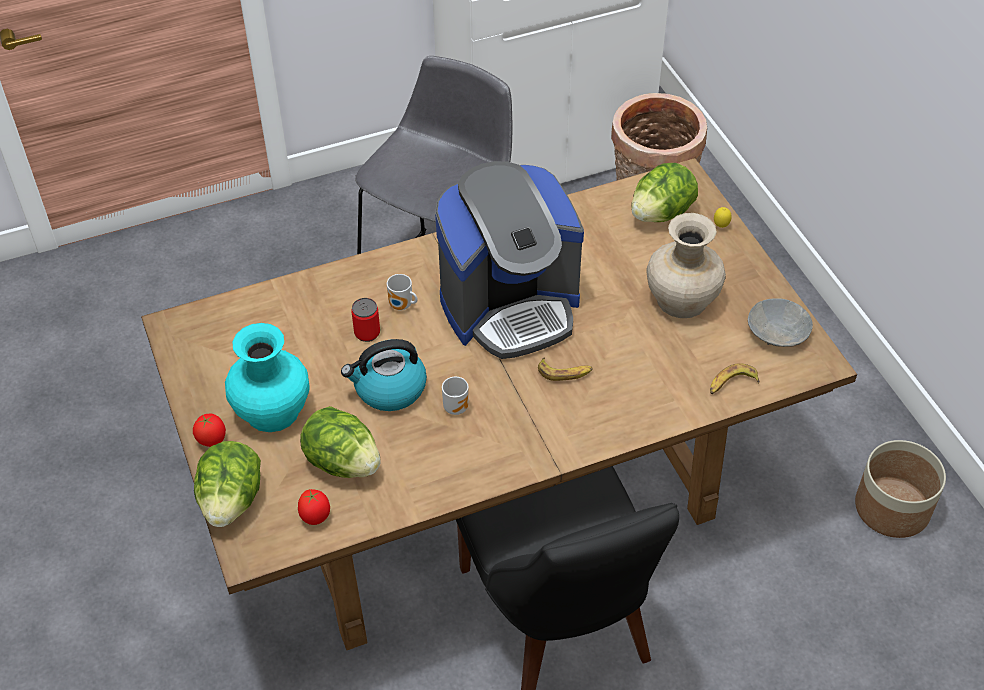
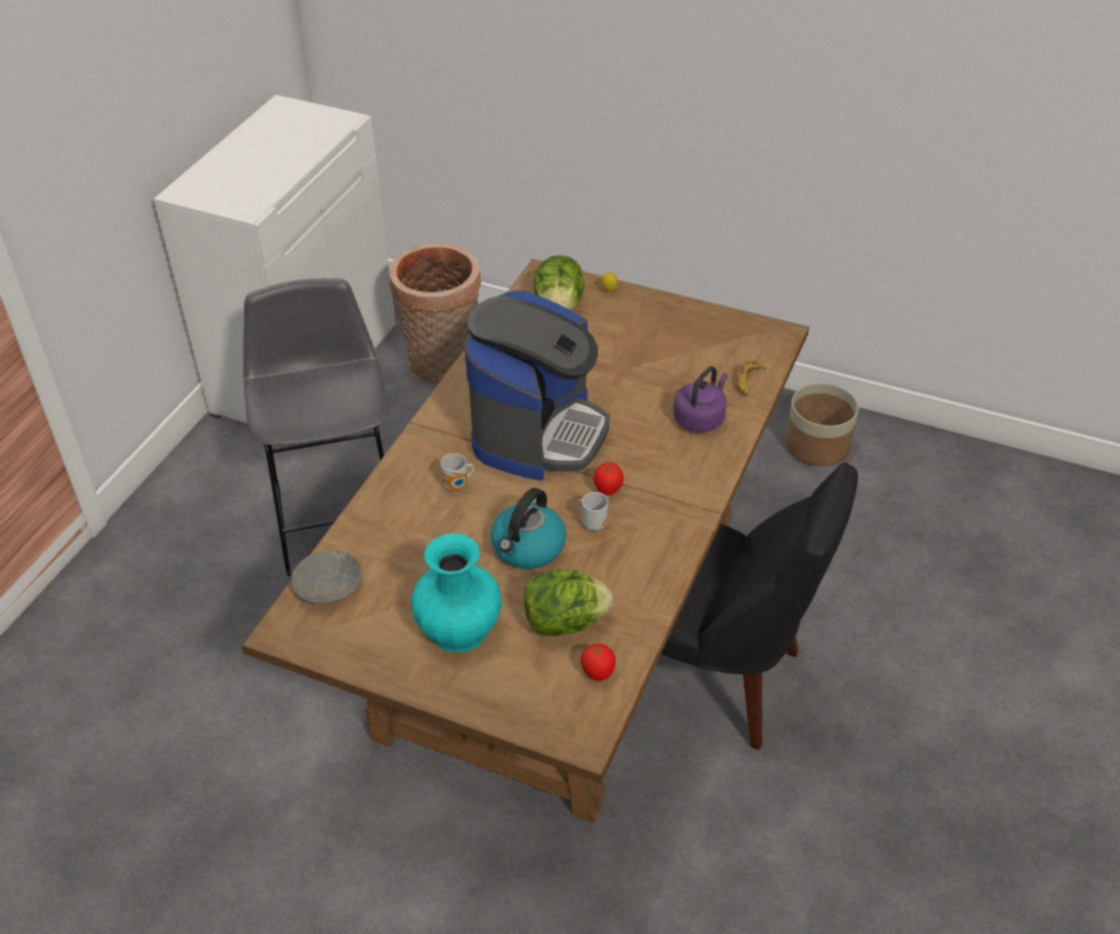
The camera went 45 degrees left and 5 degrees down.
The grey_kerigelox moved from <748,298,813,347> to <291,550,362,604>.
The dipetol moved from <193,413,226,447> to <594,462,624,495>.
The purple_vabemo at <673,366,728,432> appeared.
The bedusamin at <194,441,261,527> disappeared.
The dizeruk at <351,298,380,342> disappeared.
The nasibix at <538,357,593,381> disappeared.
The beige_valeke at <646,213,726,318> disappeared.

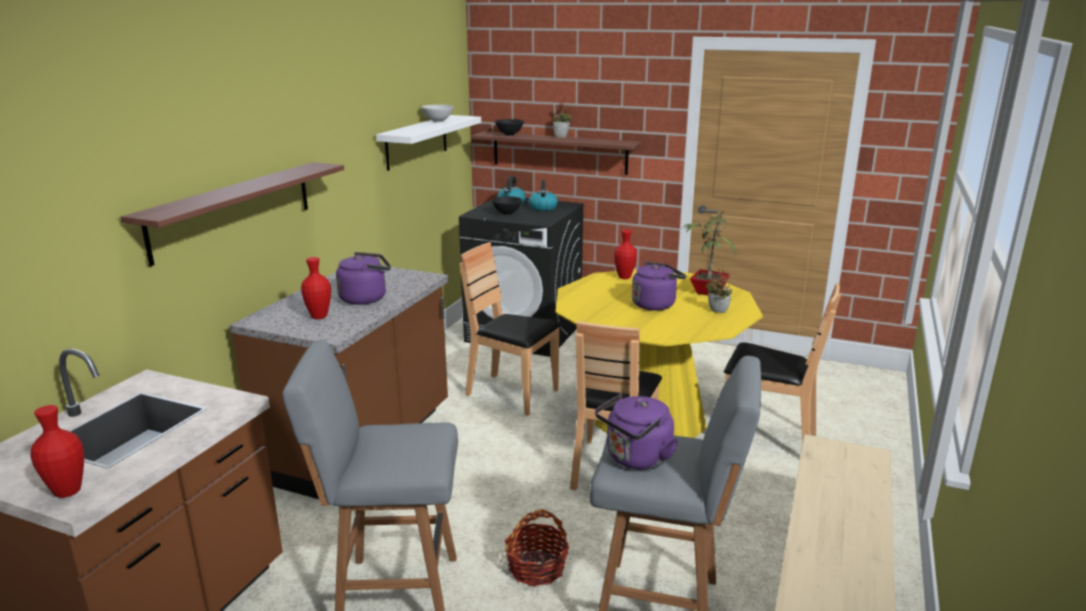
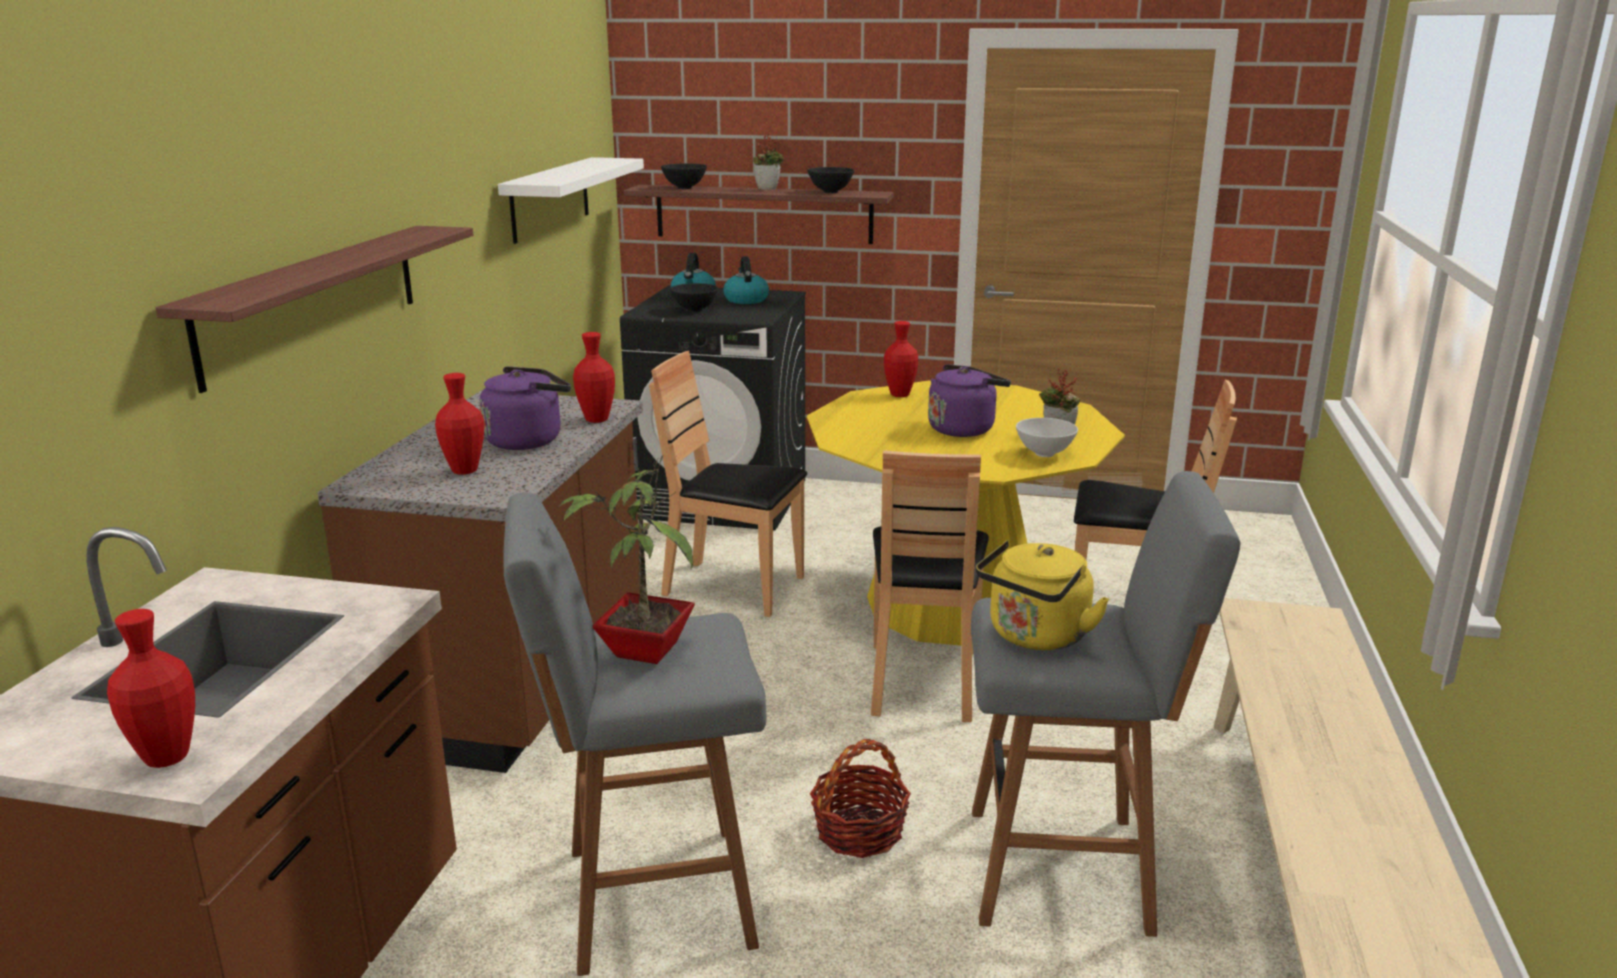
The camera went 10 degrees left and 0 degrees up.
The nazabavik moved from <682,211,736,295> to <557,455,695,664>.
The red_valeke at <573,332,615,423> appeared.
The black_kerigelox at <807,167,854,193> appeared.
The purple_vabemo at <595,393,678,470> became the yellow_vabemo at <976,540,1109,650>.
The white_kerigelox moved from <421,105,453,123> to <1016,418,1078,457>.

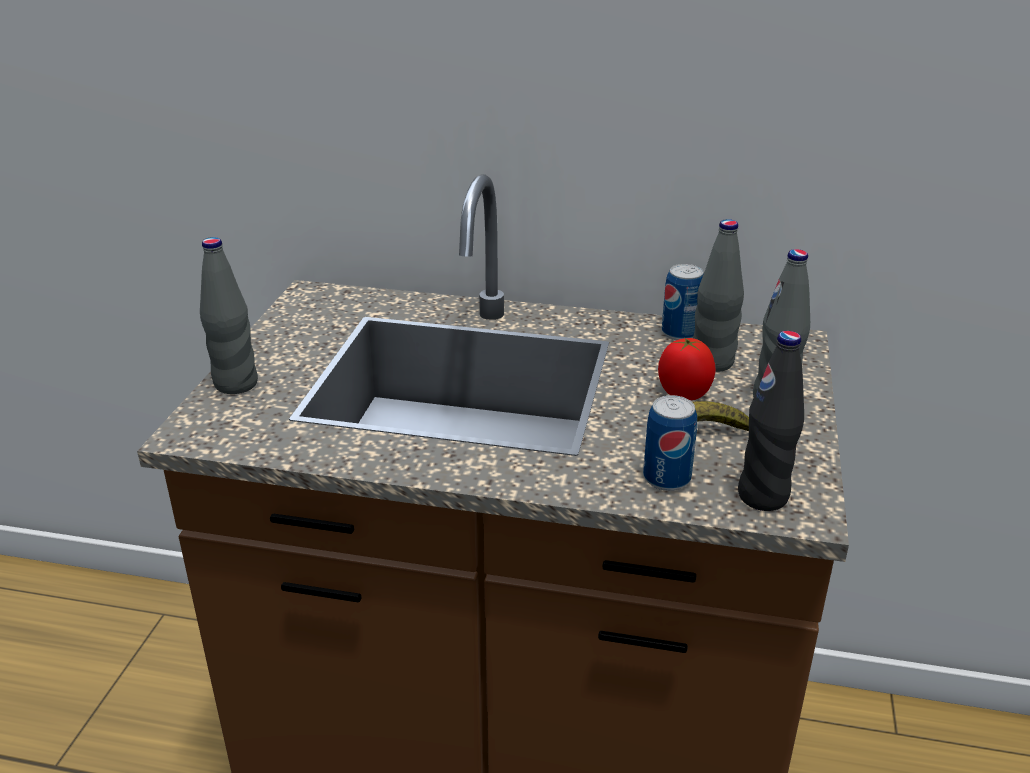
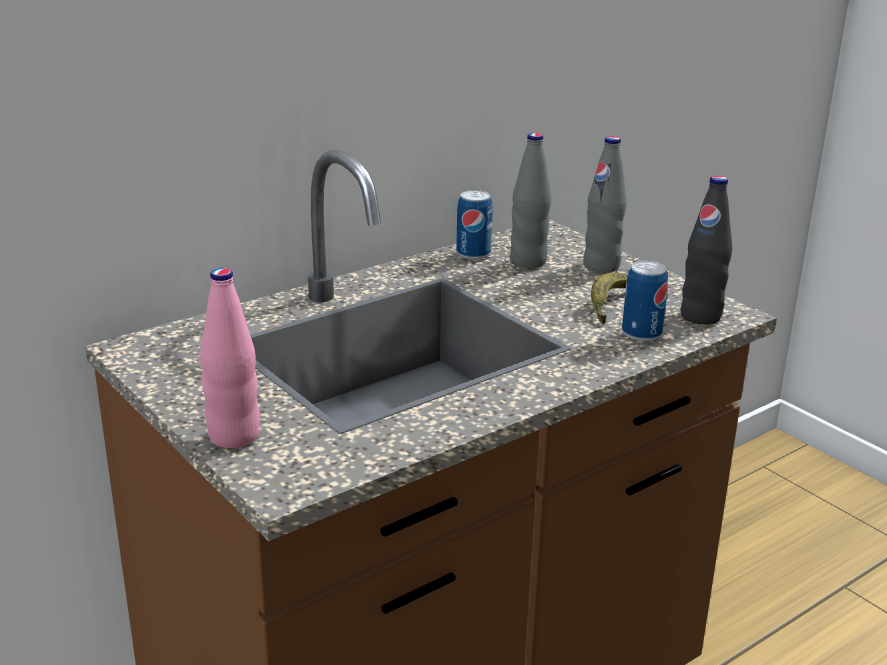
The camera went 50 degrees left and 5 degrees down.
The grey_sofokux at <200,237,258,394> became the pink_sofokux at <200,268,260,448>.
The dipetol at <658,338,716,400> disappeared.

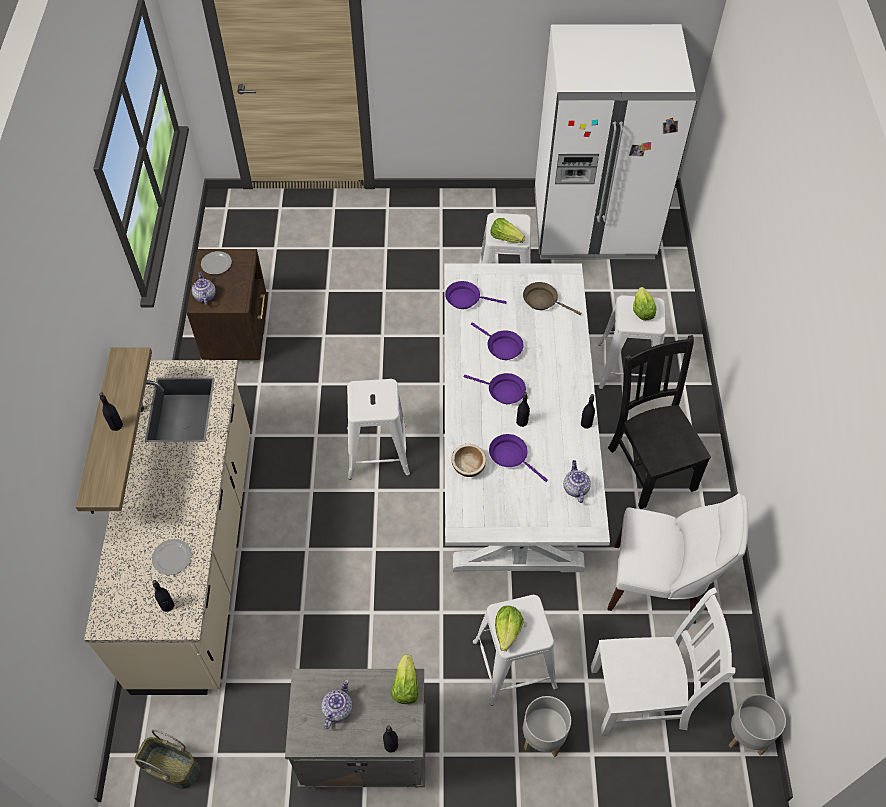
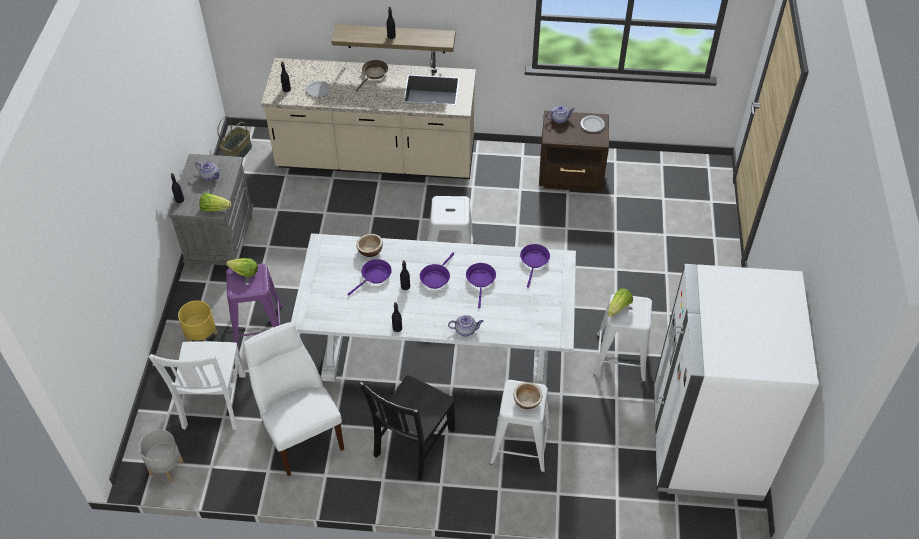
The camera went 95 degrees right and 5 degrees down.
The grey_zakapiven at <523,696,571,757> became the yellow_zakapiven at <178,300,218,342>.
The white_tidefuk at <473,595,558,706> became the purple_tidefuk at <226,264,283,346>.
The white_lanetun at <608,494,749,624> turned 135 degrees clockwise.
The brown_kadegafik moved from <523,282,581,315> to <356,60,388,91>.
The black_lanetun at <608,335,711,509> turned 135 degrees clockwise.
The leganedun moved from <563,460,591,503> to <448,315,483,336>.
The purple_kadegafik at <471,322,524,360> turned 135 degrees clockwise.
The bedusamin at <633,287,656,320> was replaced by the kerigelox at <514,382,542,409>.

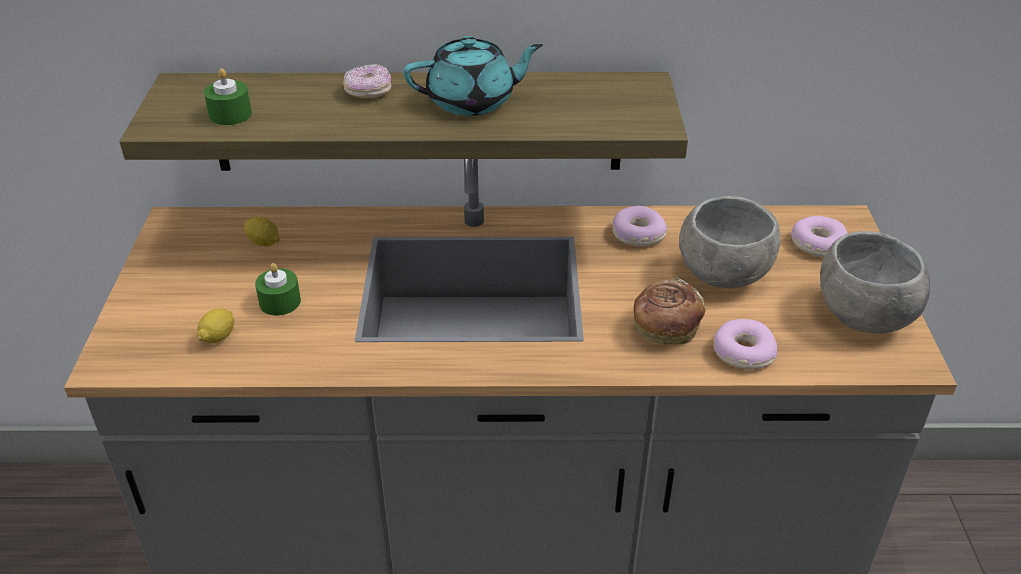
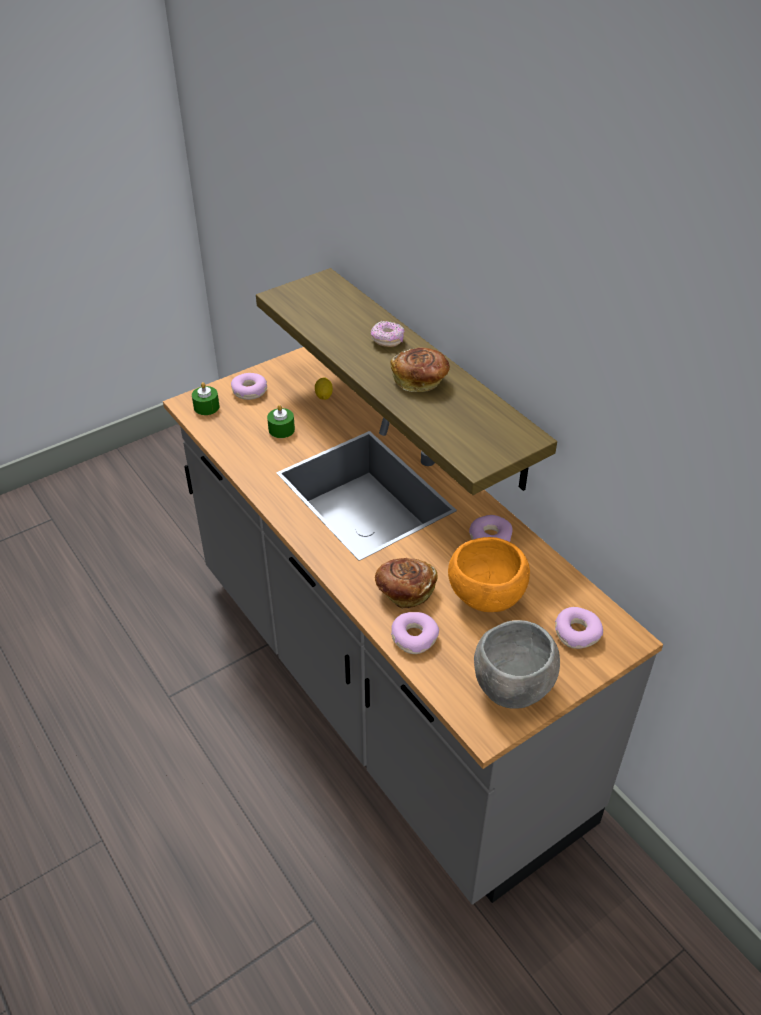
The camera went 55 degrees right and 5 degrees up.
The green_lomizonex moved from <204,69,252,125> to <192,382,220,415>.
The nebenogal at <231,373,267,400> appeared.
The turquoise_leganedun at <403,36,543,116> was replaced by the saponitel at <391,348,450,392>.
The grey_kerigelox at <679,196,781,288> became the orange_kerigelox at <448,537,530,612>.
The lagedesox at <197,309,234,343> disappeared.

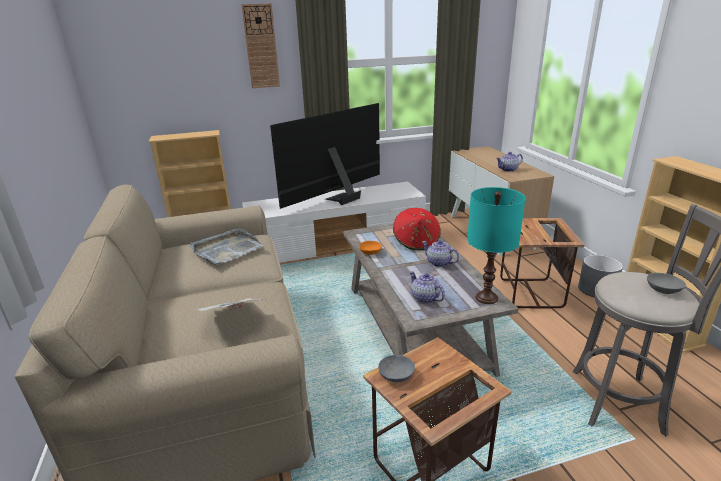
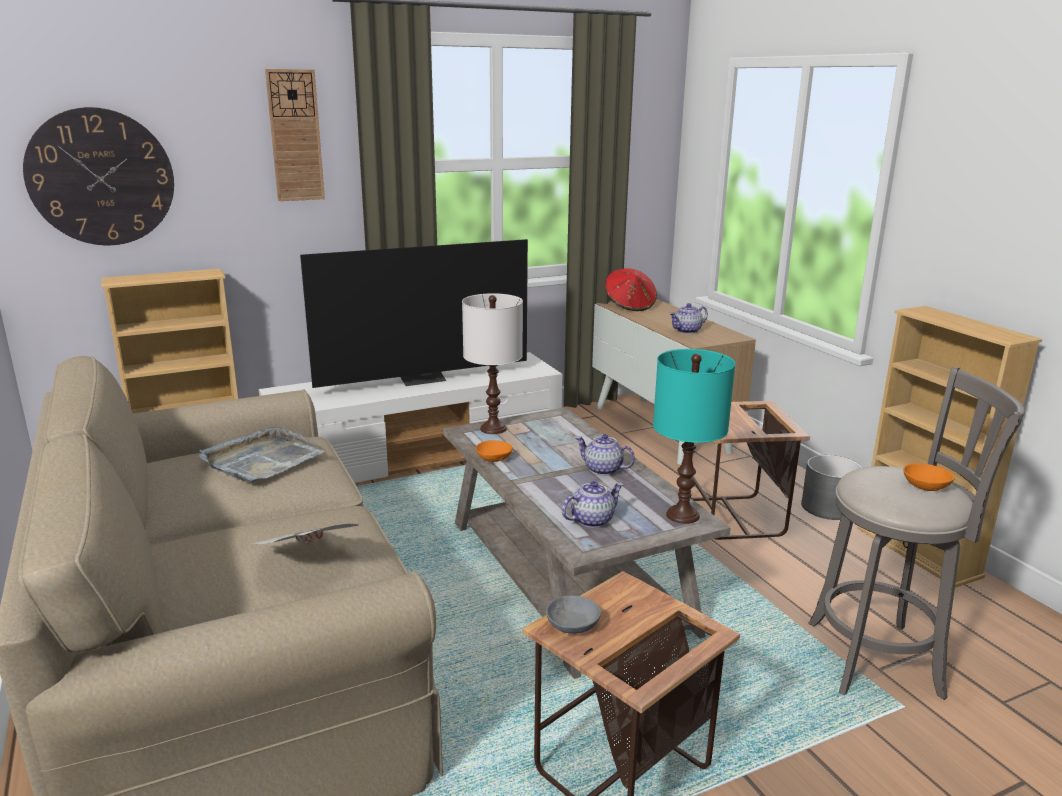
The camera went 10 degrees left and 5 degrees down.
The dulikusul at <23,107,174,245> appeared.
The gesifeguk at <270,103,380,209> turned 150 degrees counterclockwise.
The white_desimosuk at <462,293,523,434> appeared.
The leganedun at <409,271,445,304> turned 105 degrees clockwise.
The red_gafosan moved from <393,208,441,250> to <605,268,657,311>.
The grey_kerigelox at <647,273,686,294> became the orange_kerigelox at <903,463,955,491>.

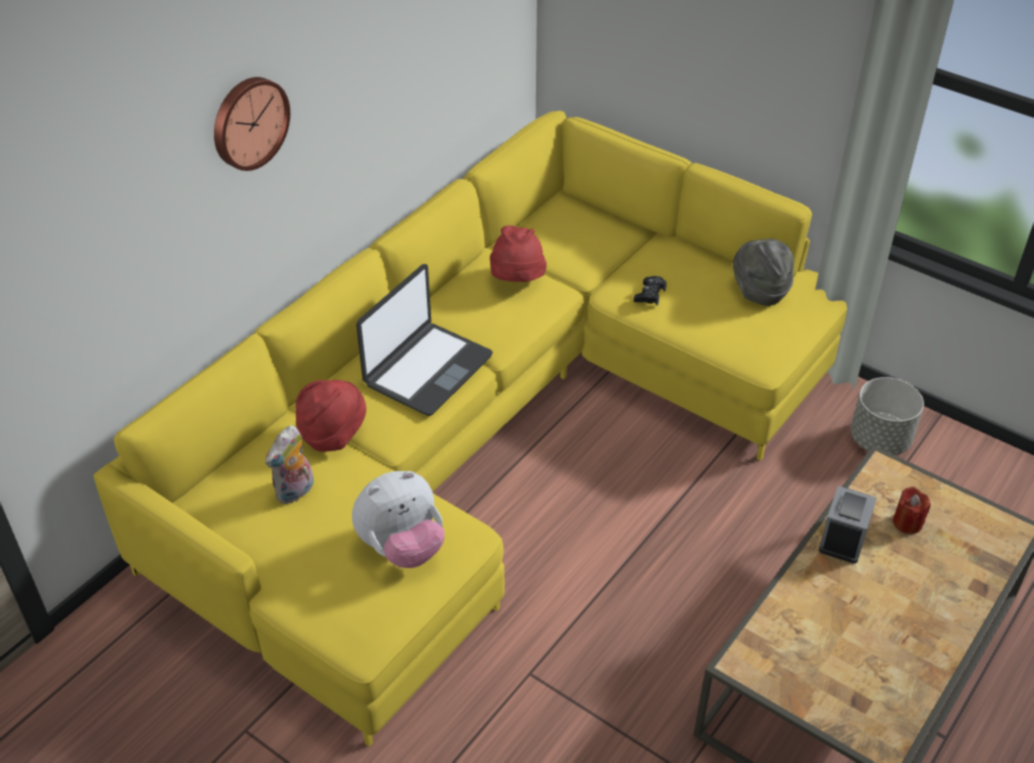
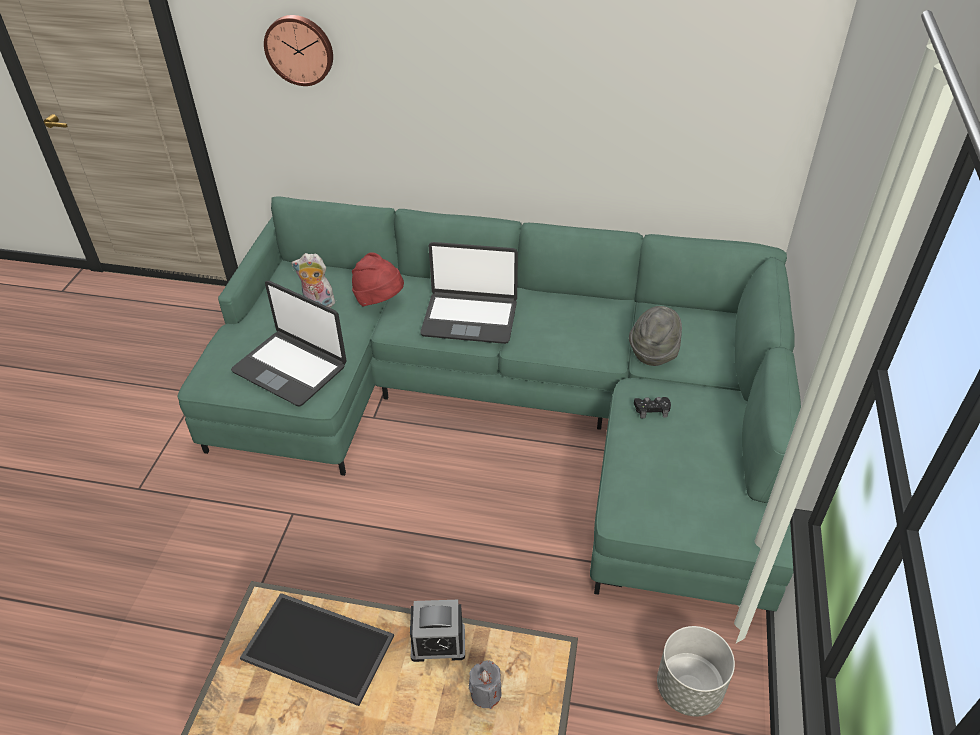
The camera went 65 degrees right and 0 degrees up.
The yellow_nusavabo at <94,111,847,747> became the green_nusavabo at <178,196,801,612>.
The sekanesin at <352,471,445,568> was replaced by the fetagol at <231,281,347,406>.
The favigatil at <240,593,394,706> appeared.
The dulikusul moved from <214,77,290,171> to <264,15,333,86>.
The red_lomizonex at <893,486,931,534> became the grey_lomizonex at <469,660,502,709>.
The grey_gafosan moved from <733,239,794,306> to <629,306,682,366>.
The red_gafosan at <490,225,547,282> disappeared.

